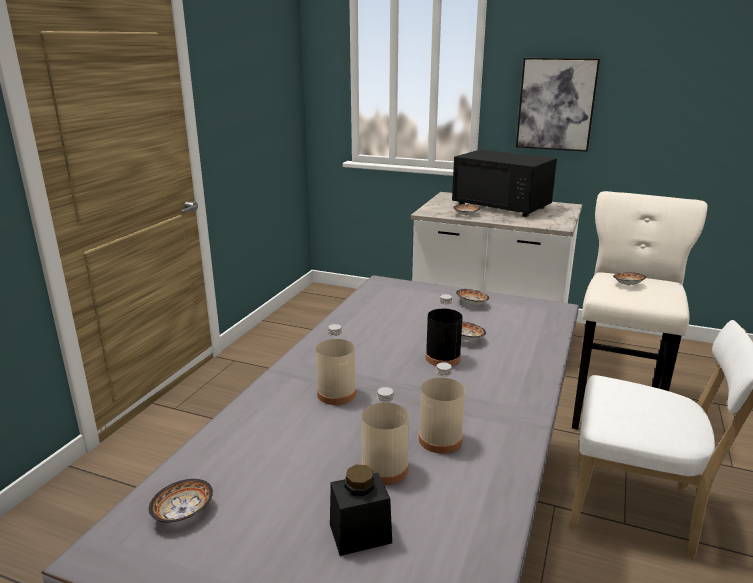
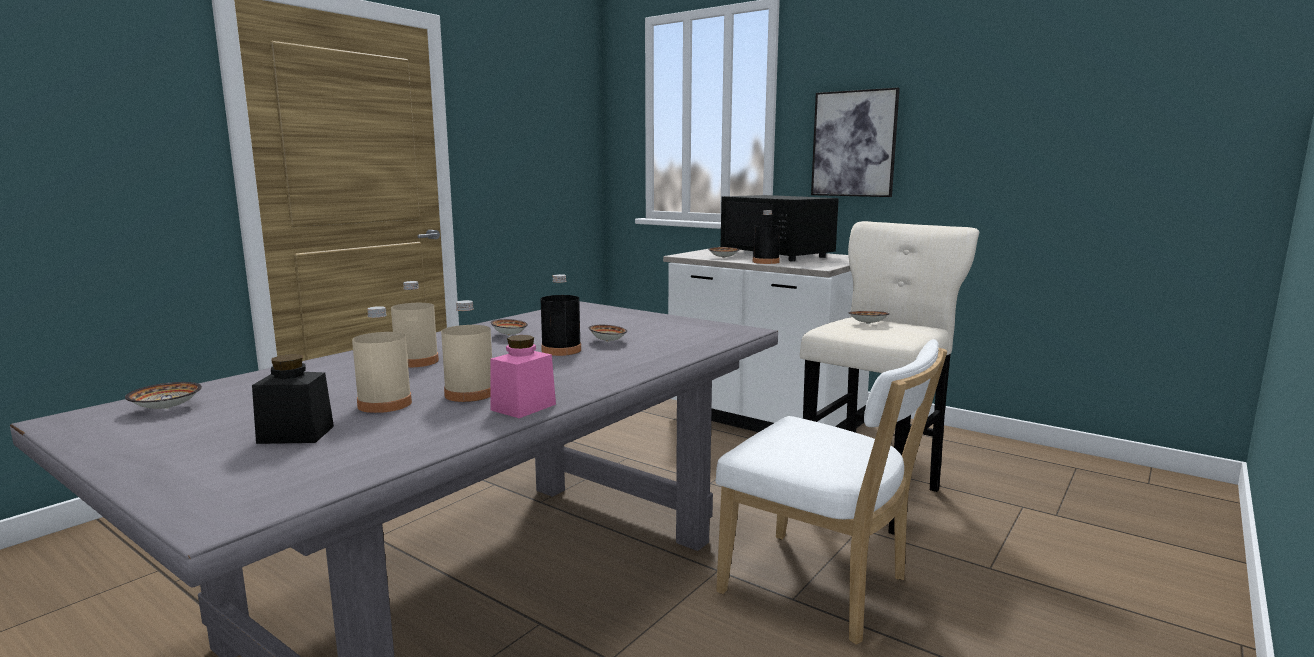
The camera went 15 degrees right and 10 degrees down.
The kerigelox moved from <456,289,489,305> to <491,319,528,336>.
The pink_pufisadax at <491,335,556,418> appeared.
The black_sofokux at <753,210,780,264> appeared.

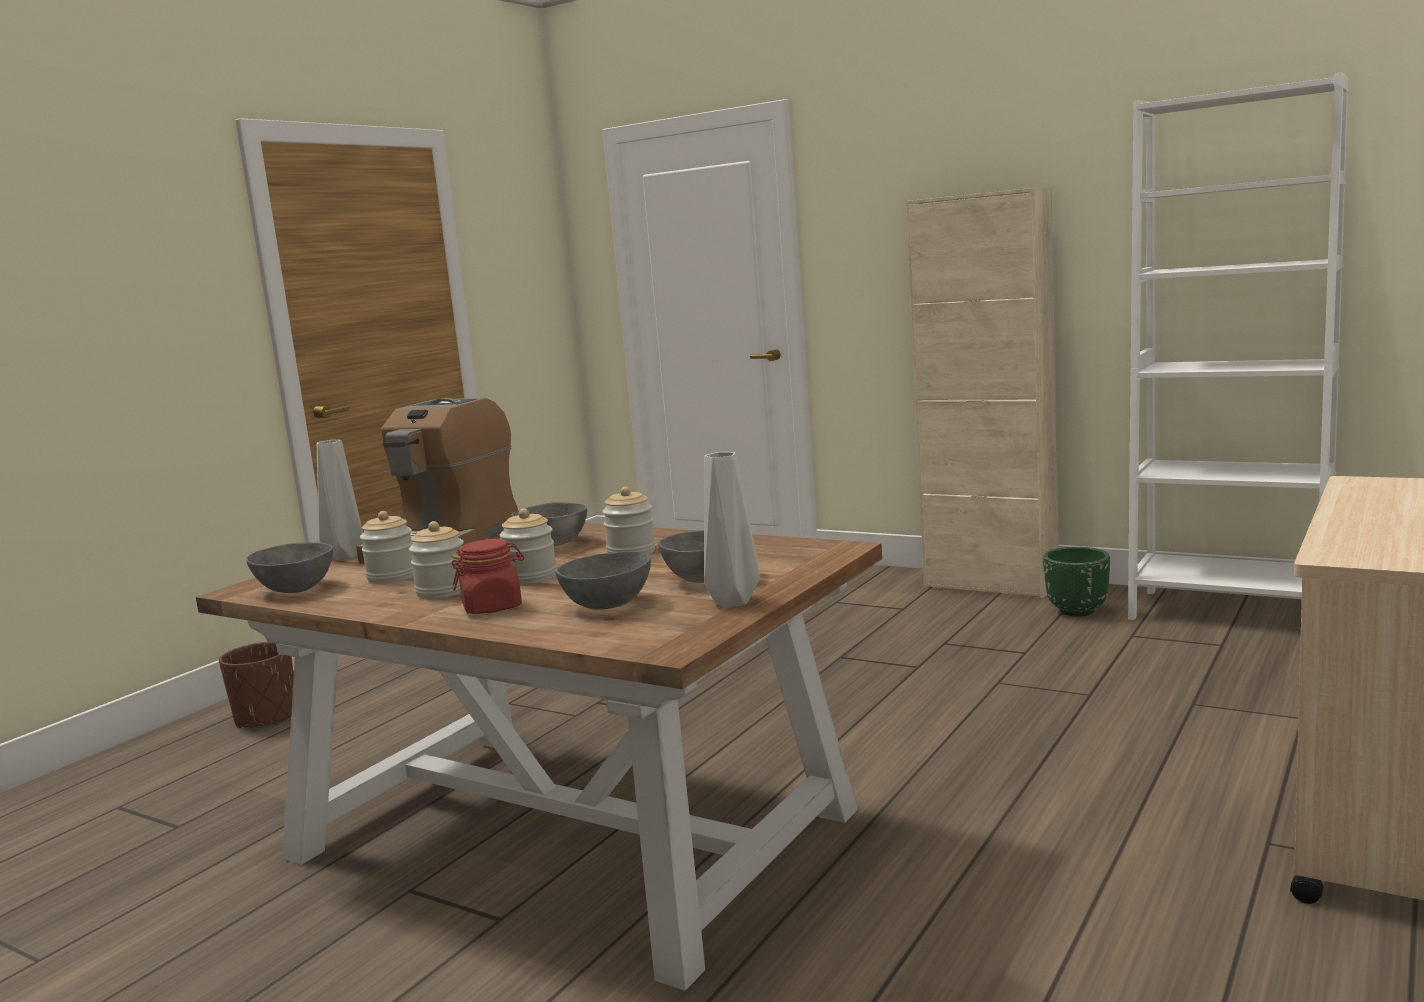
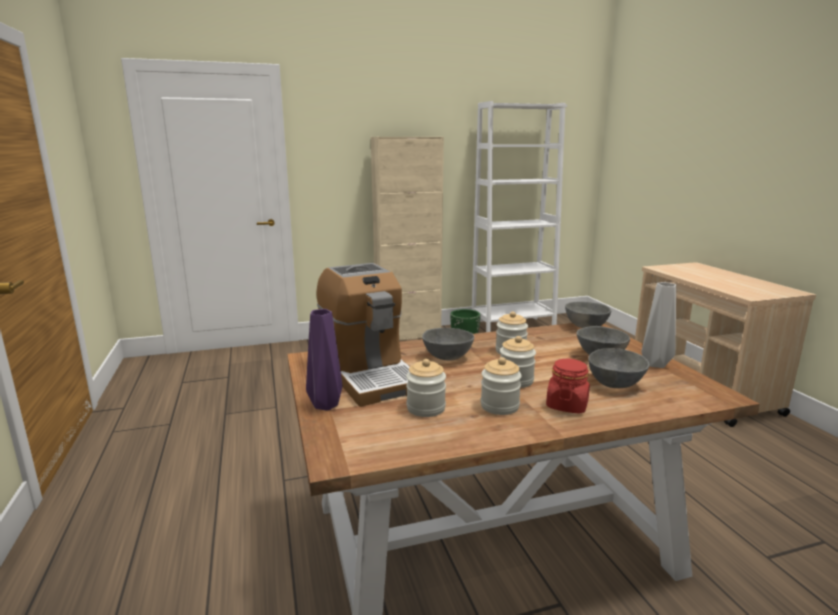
The camera went 50 degrees left and 5 degrees up.
The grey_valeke at <317,440,363,560> became the purple_valeke at <306,309,342,411>.
The grey_kerigelox moved from <246,542,333,593> to <565,302,612,328>.
The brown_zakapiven at <219,642,294,728> disappeared.

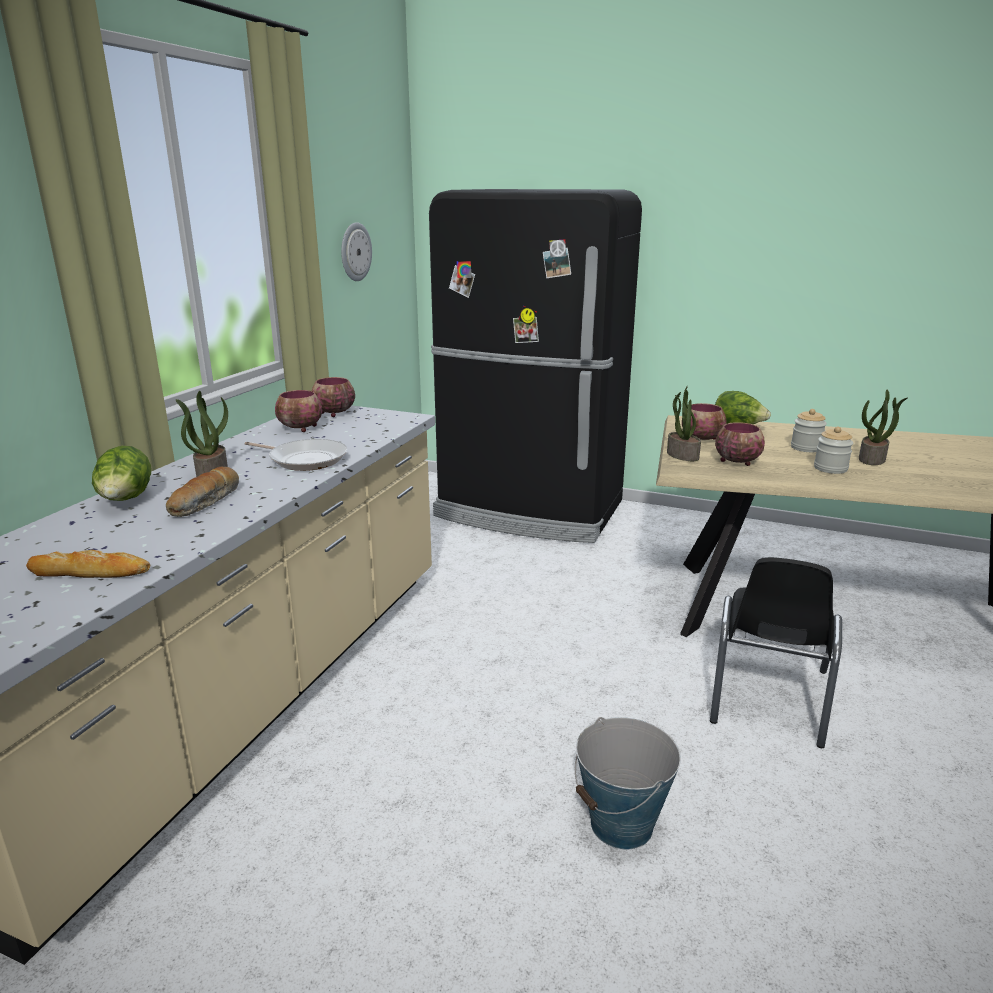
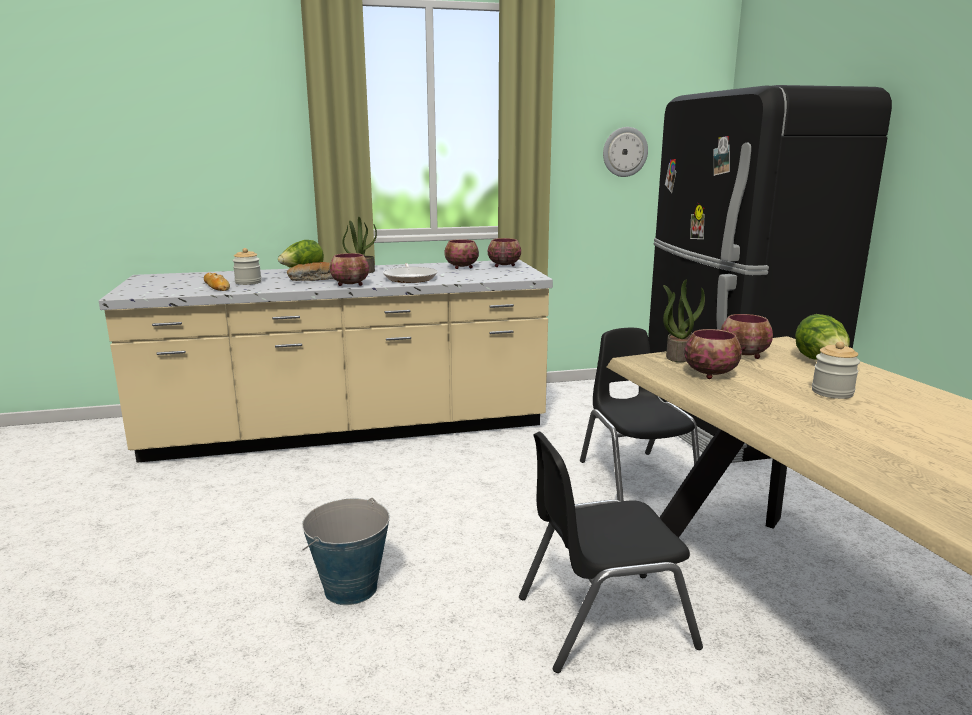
The camera went 55 degrees right and 5 degrees down.
The pufisadax moved from <814,427,853,474> to <232,248,262,285>.
The kerigelox at <330,253,369,286> appeared.
The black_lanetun at <580,328,700,501> appeared.
The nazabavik at <859,390,908,465> disappeared.

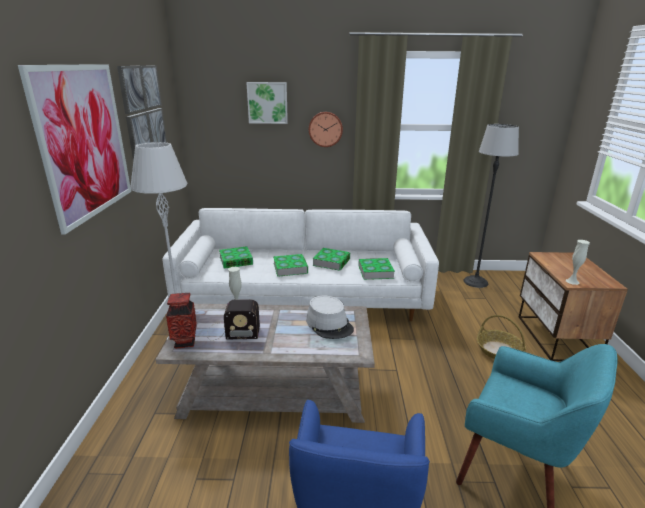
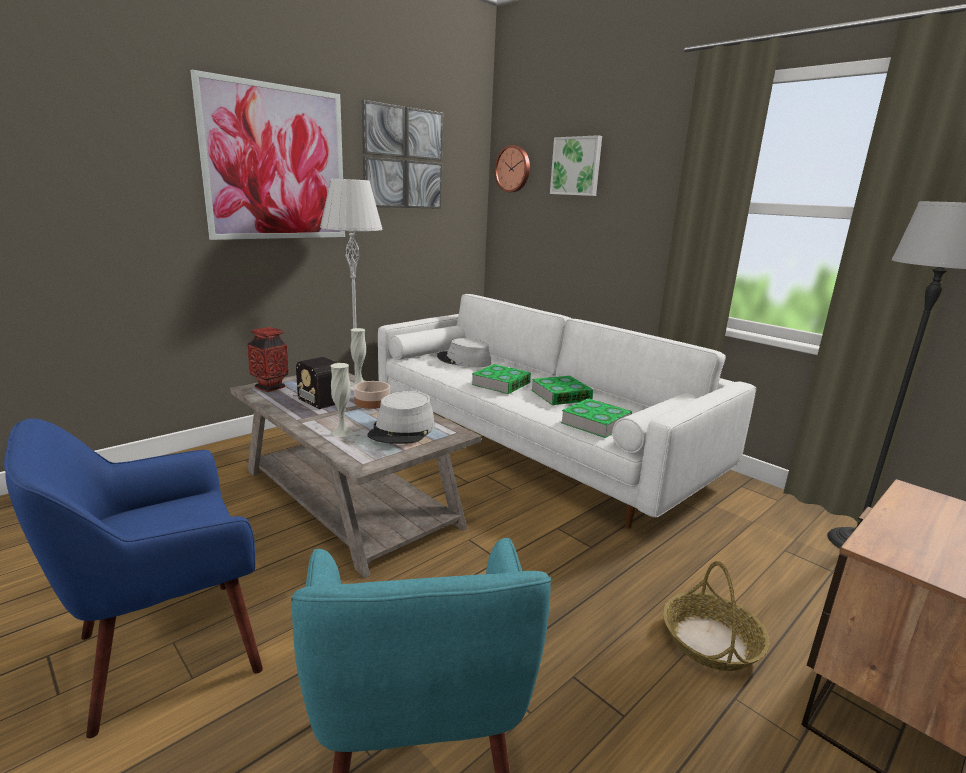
The camera went 45 degrees right and 5 degrees down.
The white_valeke moved from <566,240,590,285> to <331,363,353,437>.
The kerigelox at <354,381,390,409> appeared.
The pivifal at <219,246,253,269> was replaced by the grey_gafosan at <437,338,491,367>.
The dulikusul moved from <309,112,343,147> to <495,145,530,192>.

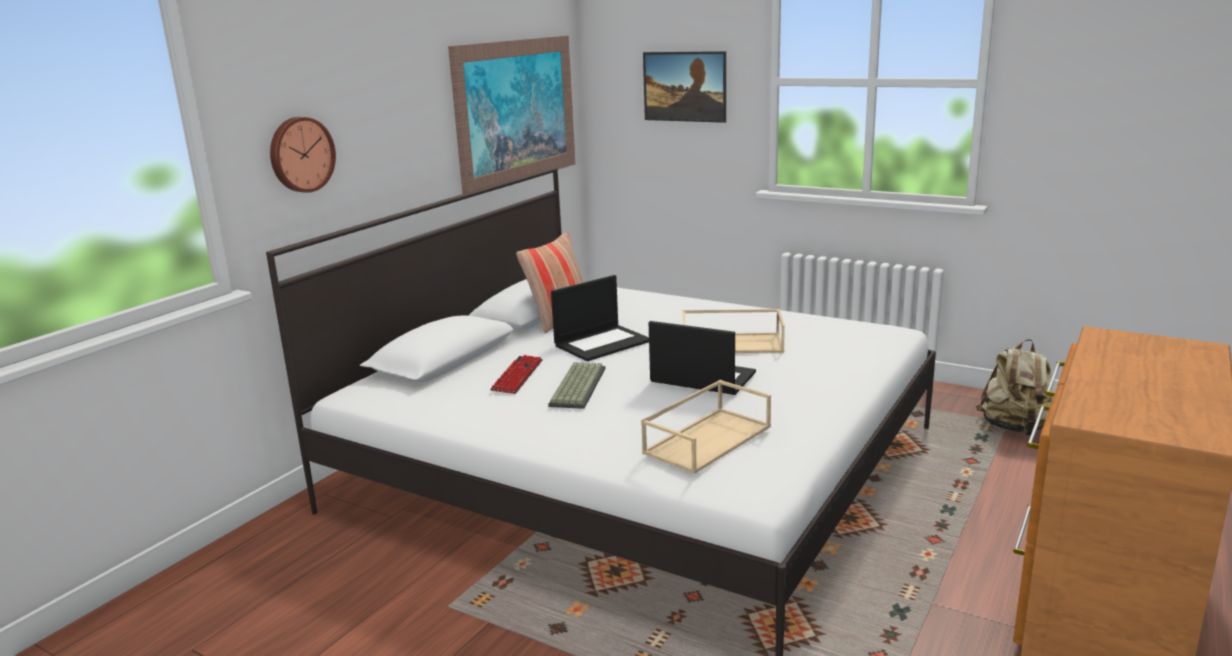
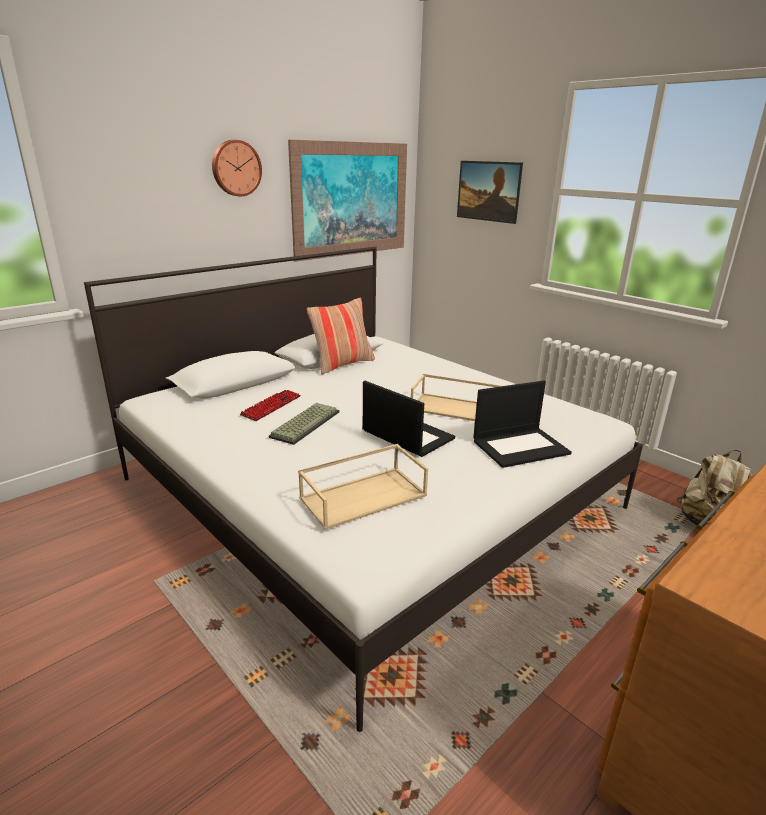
The camera went 15 degrees right and 5 degrees up.
The dulikusul moved from <270,117,336,193> to <212,140,262,196>.
The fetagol moved from <551,275,649,361> to <473,381,572,468>.

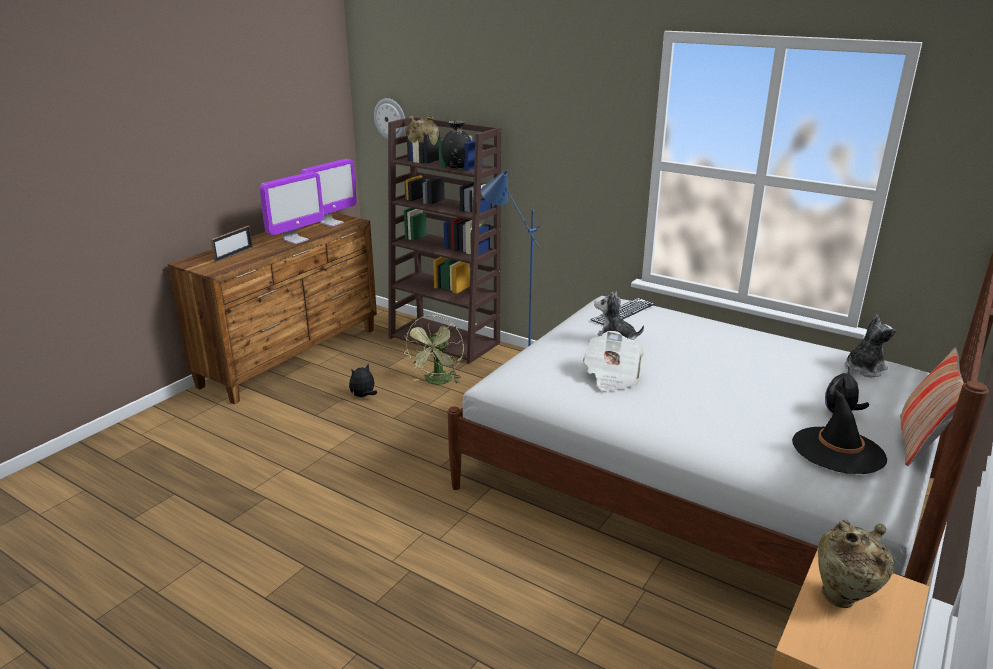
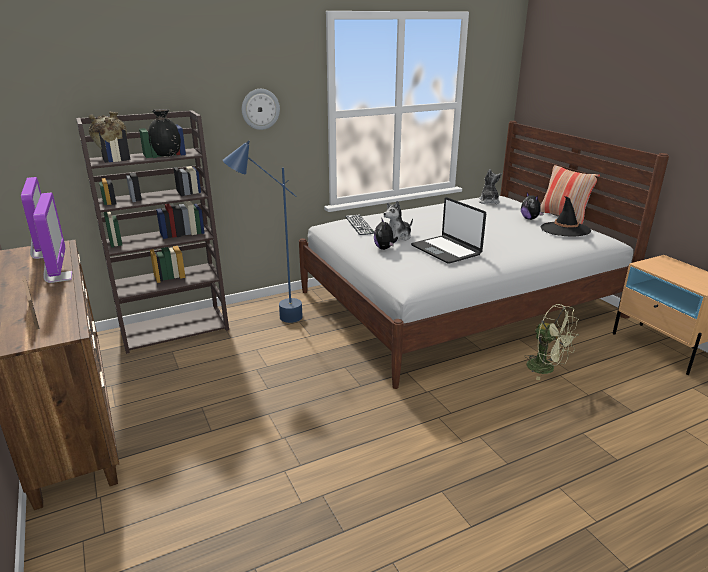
The camera went 60 degrees left and 0 degrees up.
The dulikusul moved from <374,98,405,139> to <242,89,280,130>.
The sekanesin moved from <349,364,377,397> to <374,219,398,250>.
The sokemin at <583,331,644,392> was replaced by the fetagol at <411,197,486,264>.
The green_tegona moved from <403,315,464,385> to <524,304,579,380>.
The beige_valeke at <818,519,894,608> disappeared.

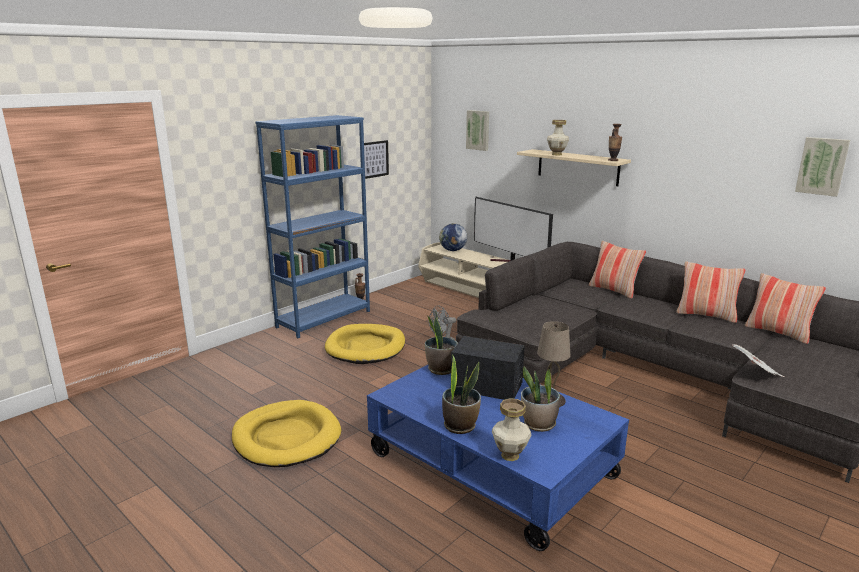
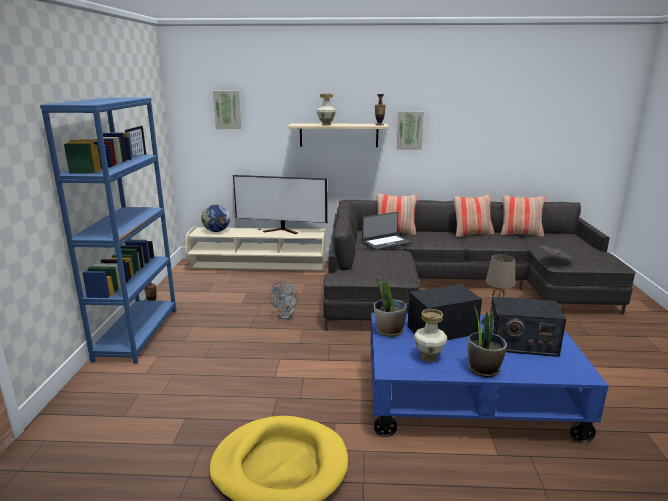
The camera went 40 degrees left and 0 degrees up.
The fetagol at <362,212,412,250> appeared.
The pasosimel moved from <795,137,850,197> to <397,111,424,150>.
The valeke moved from <492,398,531,461> to <414,309,447,362>.
The nazabavik at <521,366,560,432> was replaced by the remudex at <490,297,566,357>.
The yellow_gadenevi at <325,324,405,364> disappeared.

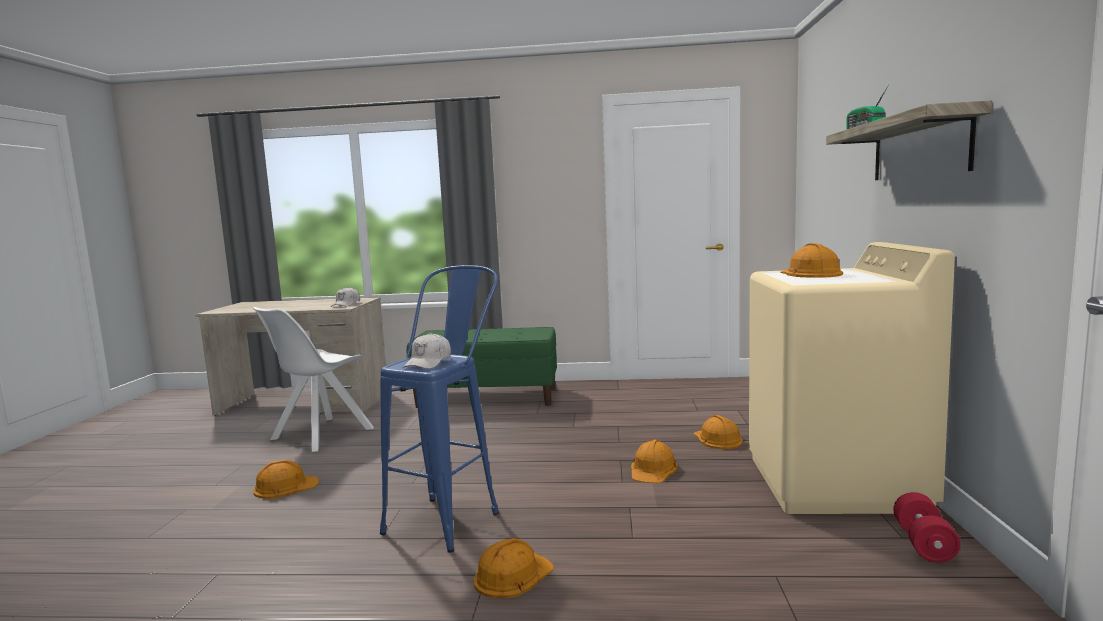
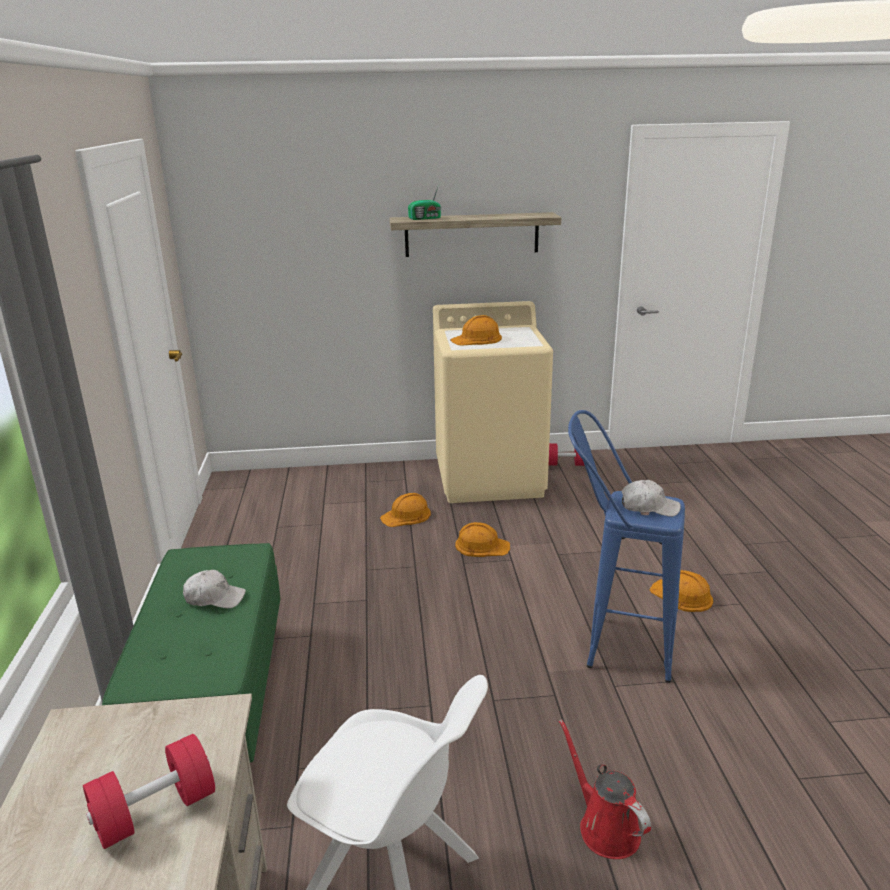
The camera went 100 degrees left and 15 degrees up.
The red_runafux at <83,734,215,849> appeared.
The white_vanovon moved from <331,287,360,307> to <183,570,246,608>.
The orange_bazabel at <253,460,319,499> was replaced by the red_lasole at <559,719,651,859>.

